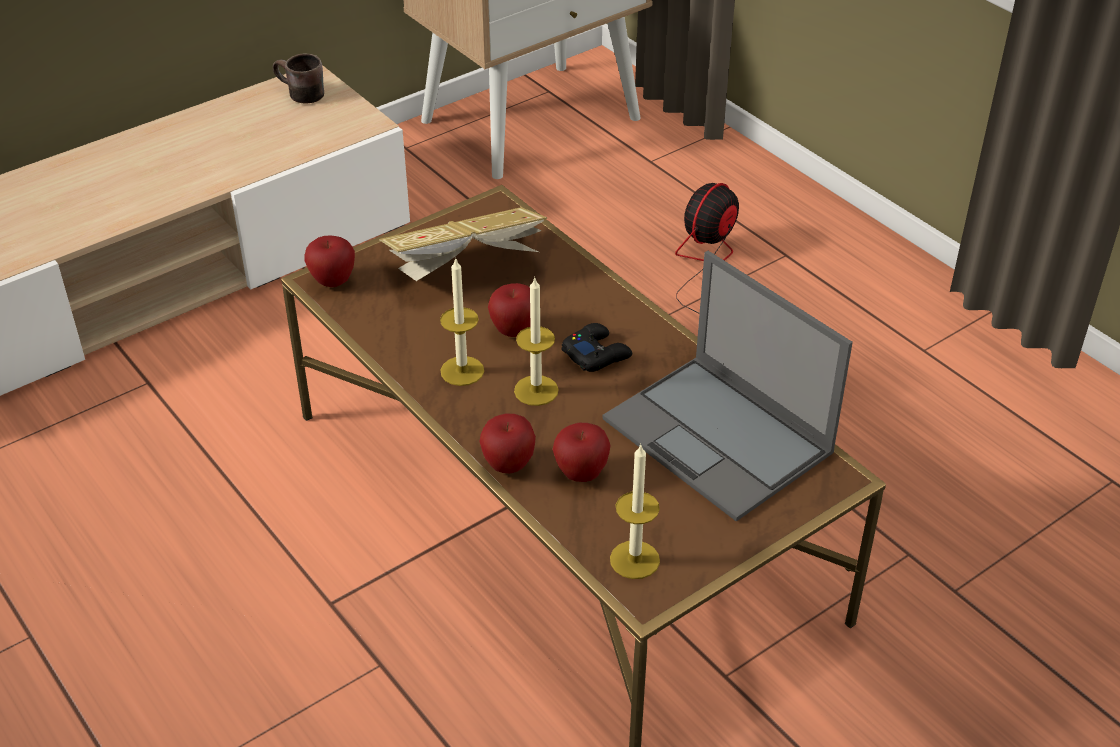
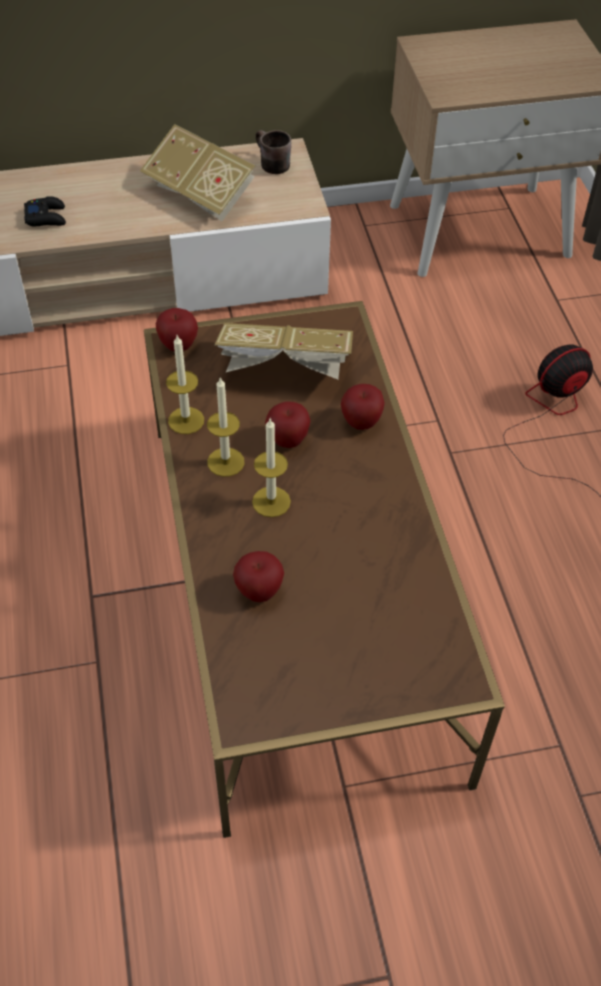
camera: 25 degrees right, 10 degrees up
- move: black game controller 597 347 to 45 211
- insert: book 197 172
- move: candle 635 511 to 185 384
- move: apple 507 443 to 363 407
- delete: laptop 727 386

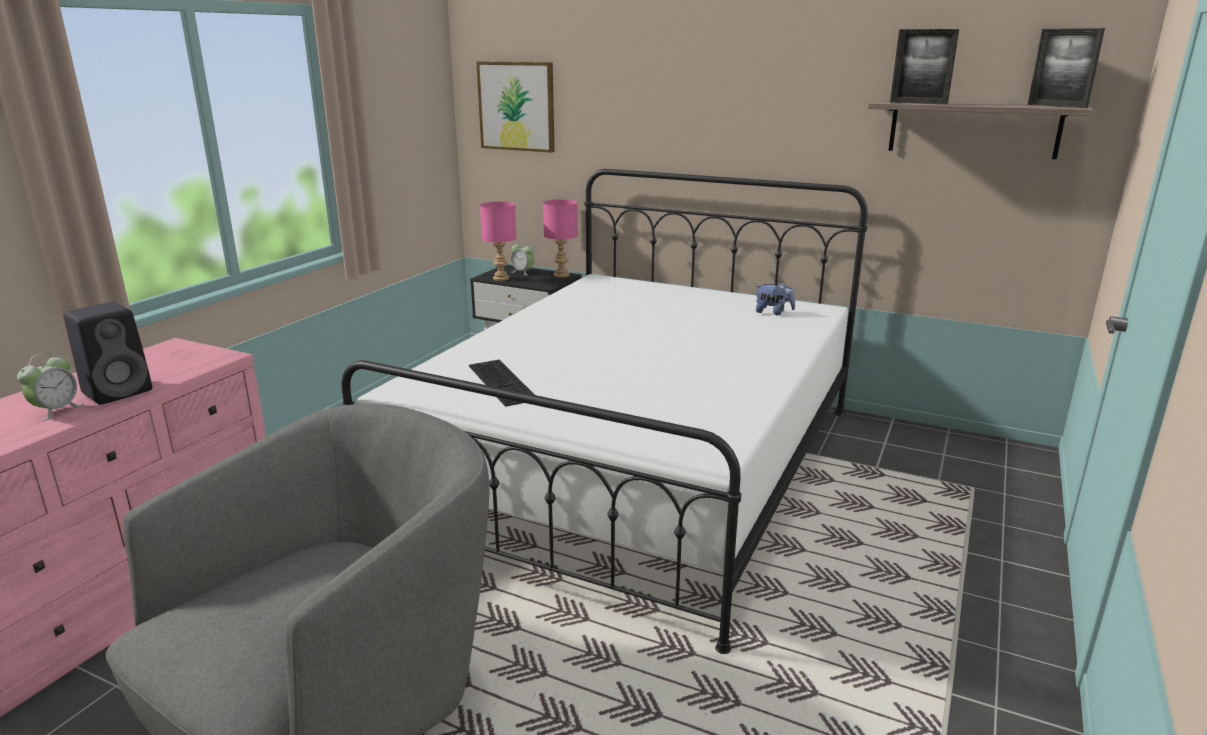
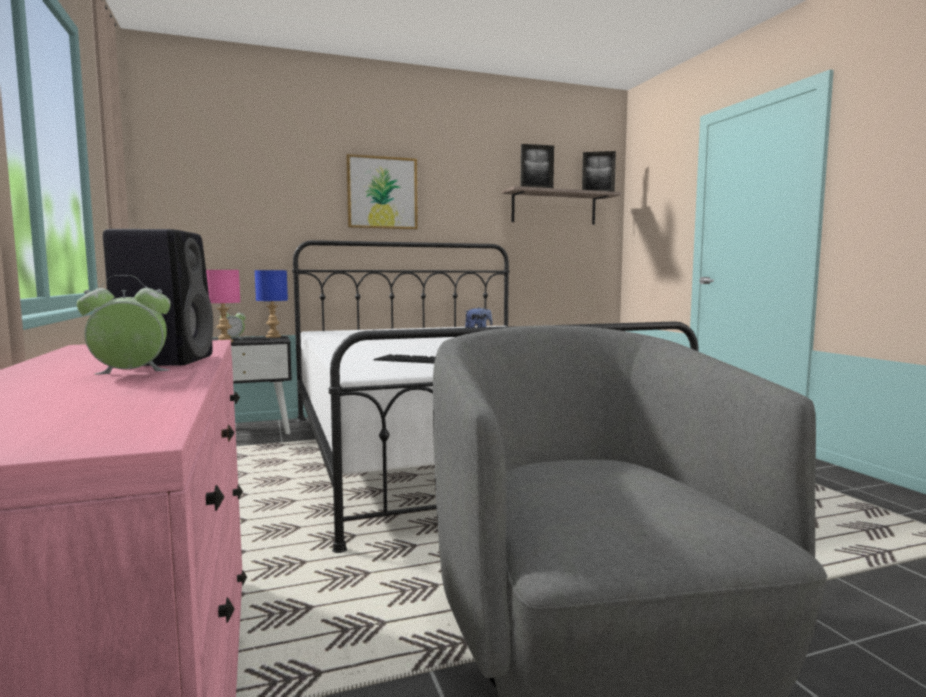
camera: 45 degrees left, 15 degrees down
- rotate: alarm clock 50 387 = 124 325 90 degrees counterclockwise
- recolor: pink table lamp 560 238 to blue table lamp 271 304
- move: picture 515 107 to 382 191

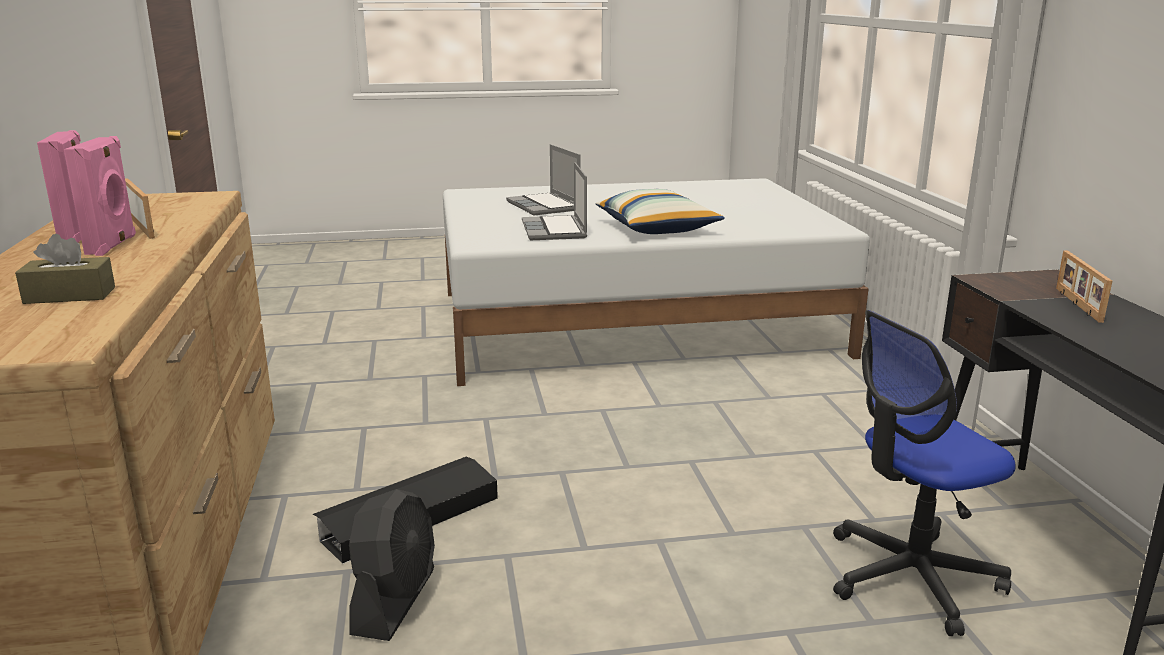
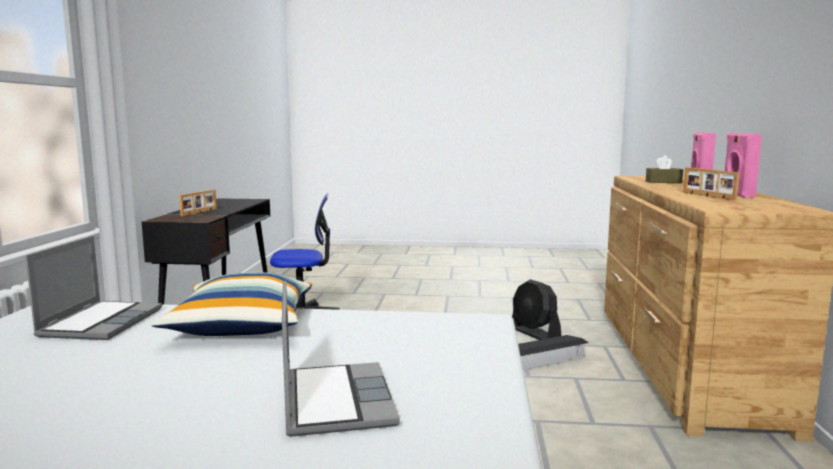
camera: 165 degrees left, 10 degrees down
- move: laptop 554 201 to 93 288
- rotate: black fan 392 565 = 536 309 60 degrees counterclockwise

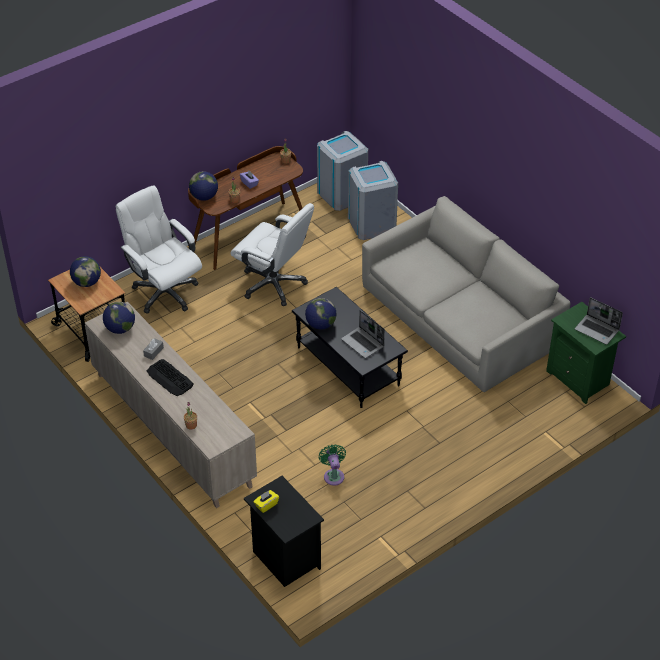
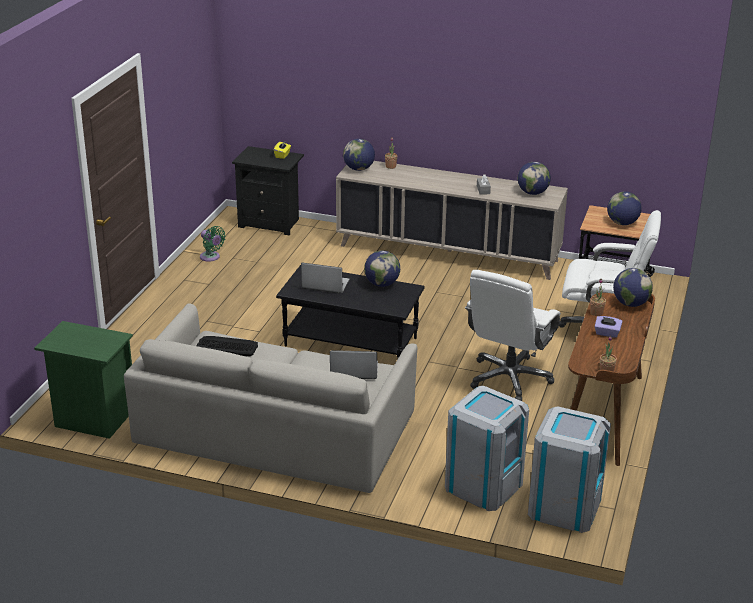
camera: 145 degrees right, 15 degrees down
- move: keyboard 170 377 to 227 346
- move: green fan 332 465 to 213 244
- move: laptop 599 321 to 354 364
- insert: globe 359 155
- rotate: white office chair 272 254 = 513 335 60 degrees counterclockwise

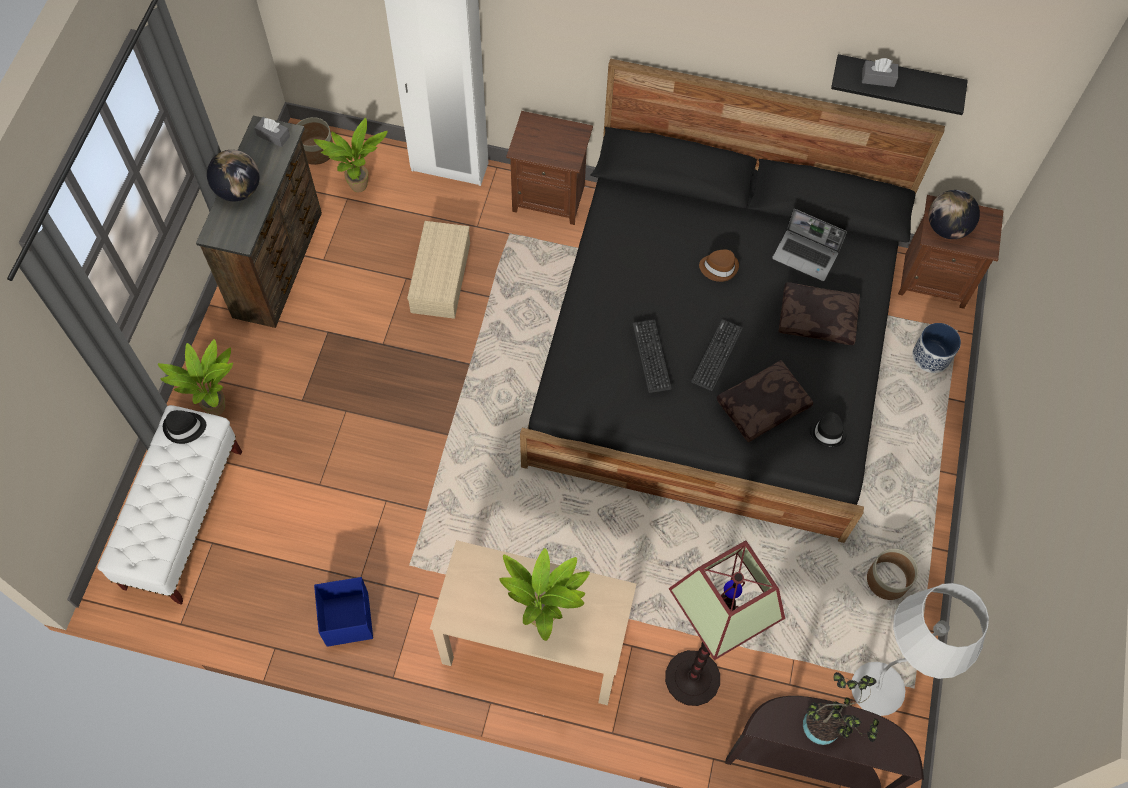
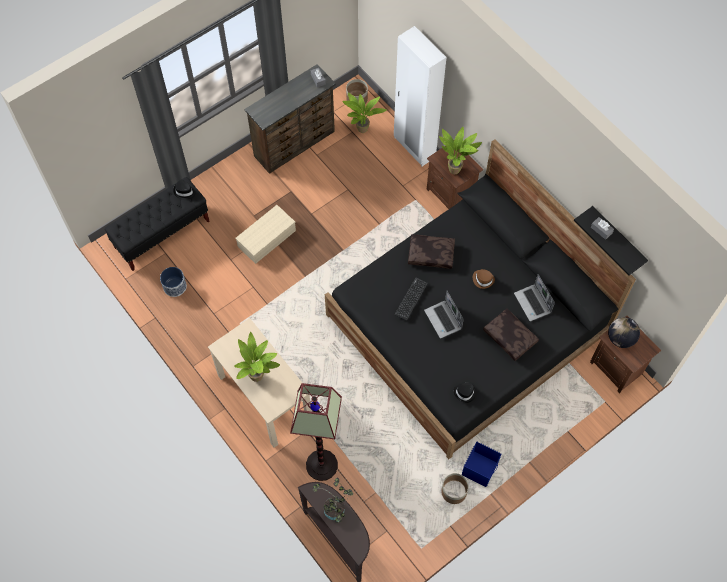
camera: 40 degrees right, 0 degrees up
- recolor: white bench 169 505 to black bench 157 224
- move: planter 936 348 to 173 282
- move: beige storage box 438 270 to 265 234
- move: brown pillow 765 401 to 431 251
- replace: keyboard 717 355 to laptop 444 314
- move: potted plant 195 377 to 460 150
- move: blue storage box 343 612 to 481 464
- delete: globe 233 175
- delete: white floor lamp 920 649

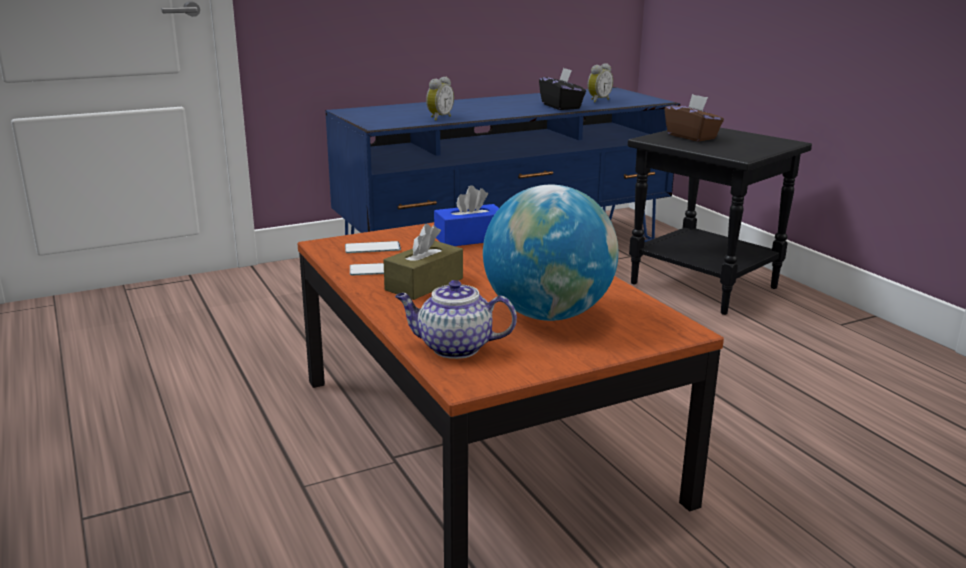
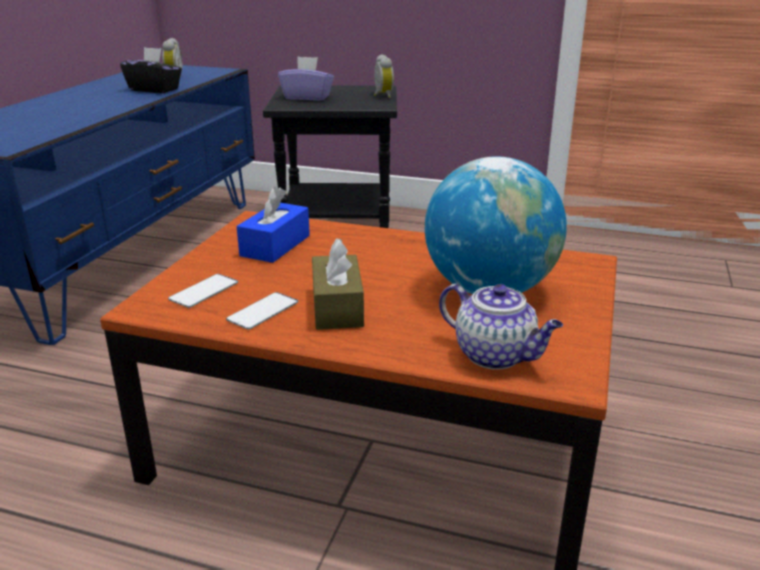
camera: 45 degrees left, 5 degrees up
- recolor: brown tissue box 694 117 to purple tissue box 306 78
- move: alarm clock 440 99 to 384 76
- rotate: teapot 456 319 = 501 327 105 degrees counterclockwise

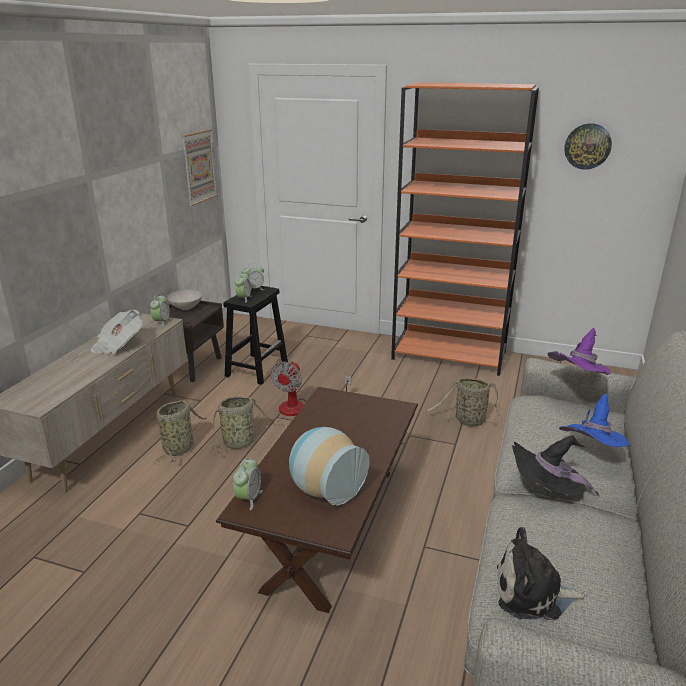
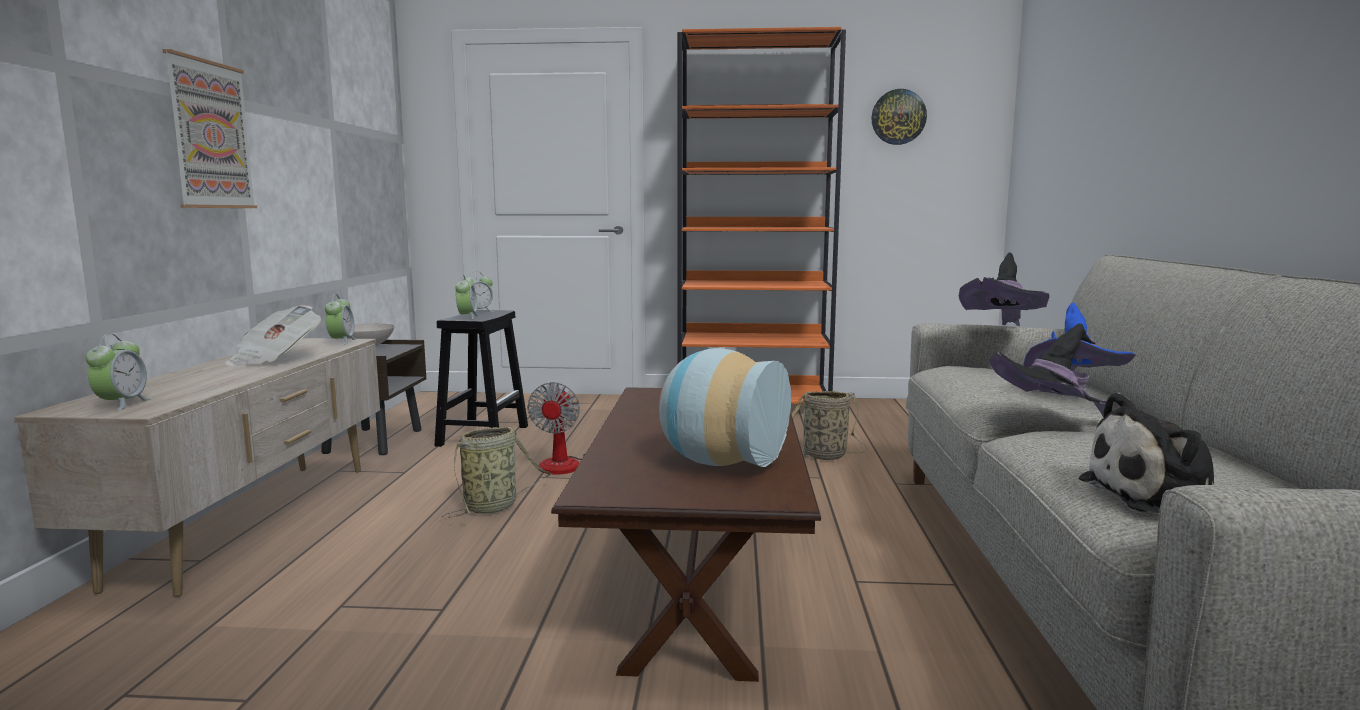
camera: 15 degrees left, 15 degrees down
- move: alarm clock 248 484 to 118 372
- move: picture 199 167 to 209 128
- recolor: purple hat 579 351 to black hat 1004 289
- delete: basket 181 432

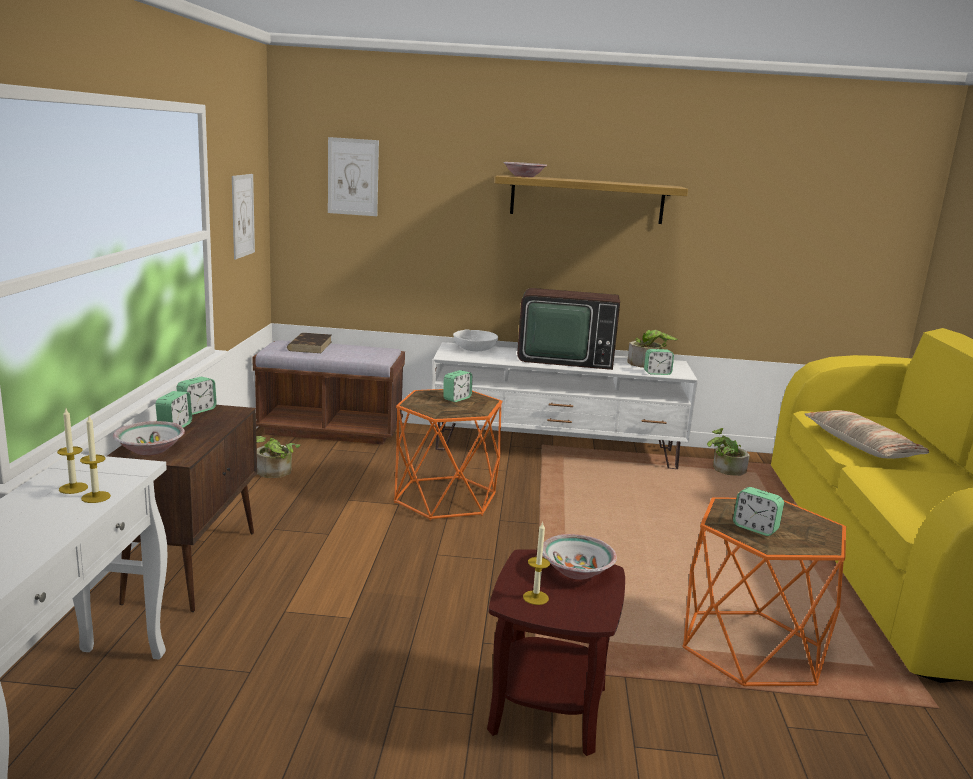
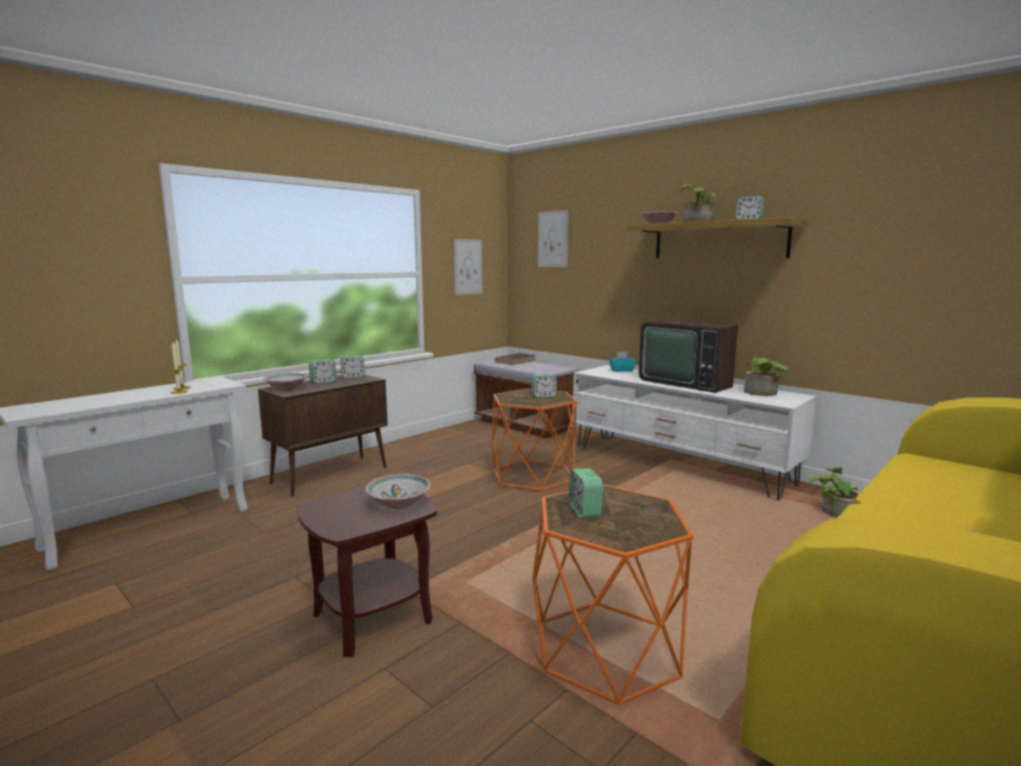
camera: 40 degrees right, 5 degrees down
- replace: white bowl 475 340 to turquoise tissue box 622 362
- move: potted plant 278 457 to 701 203
- move: alarm clock 659 362 to 750 207
- delete: candle 536 563
- delete: pillow 867 434

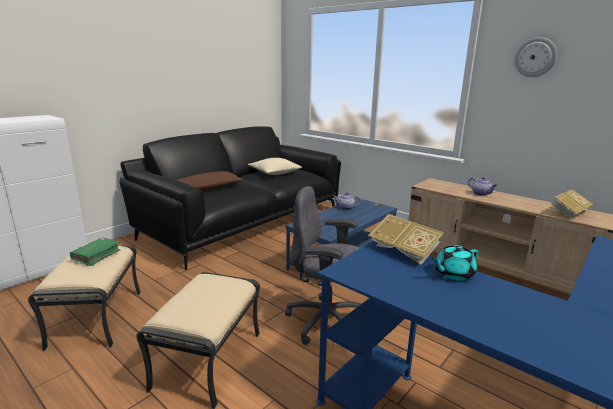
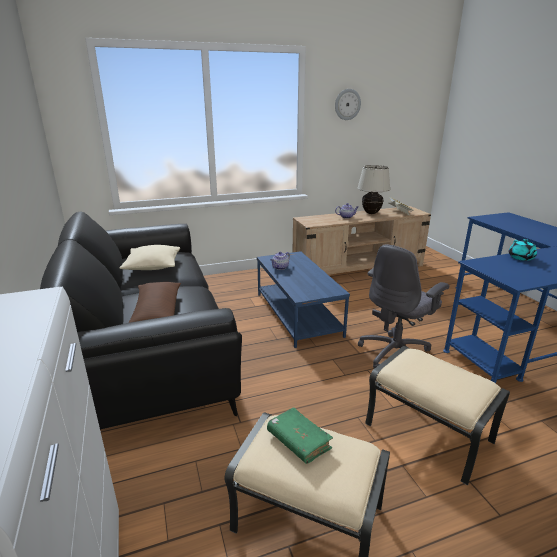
camera: 60 degrees left, 5 degrees up
- insert: beige table lamp 374 189
- delete: book 406 239

